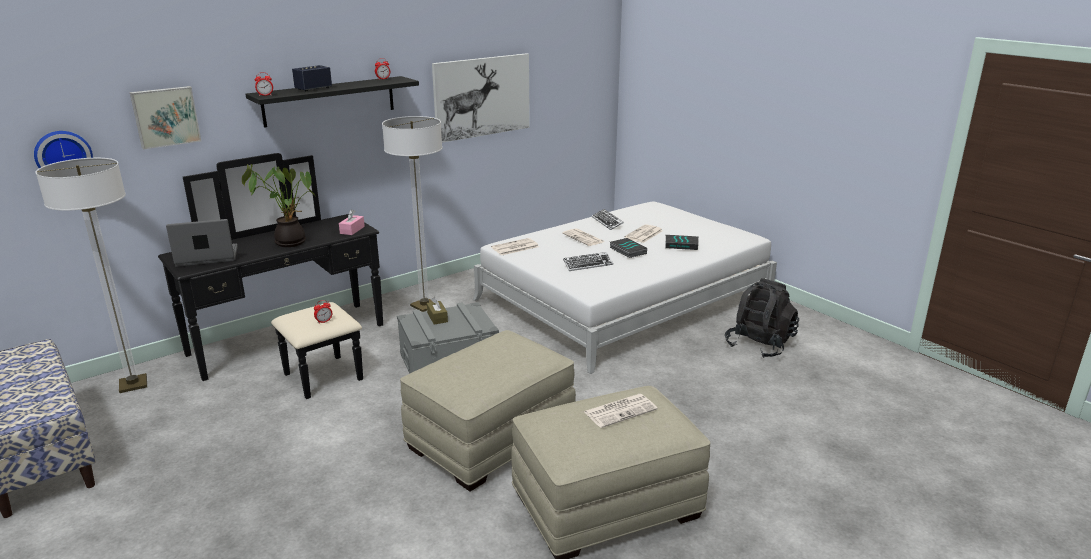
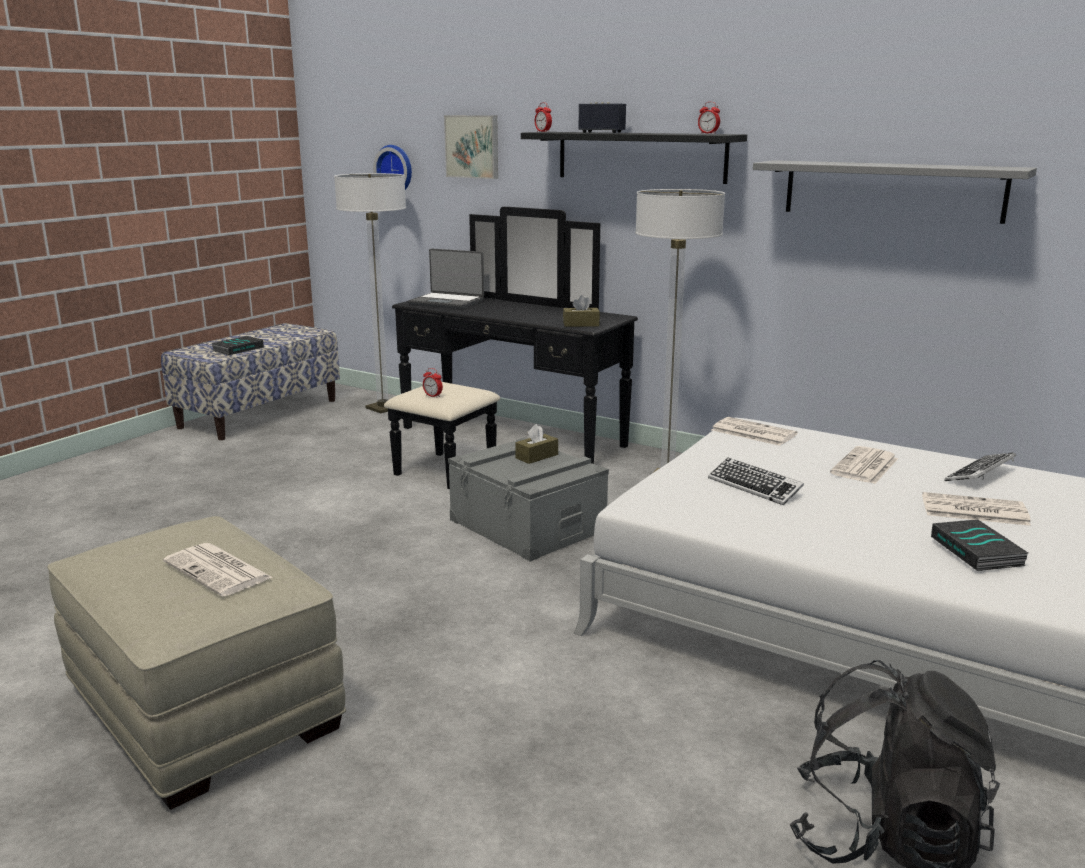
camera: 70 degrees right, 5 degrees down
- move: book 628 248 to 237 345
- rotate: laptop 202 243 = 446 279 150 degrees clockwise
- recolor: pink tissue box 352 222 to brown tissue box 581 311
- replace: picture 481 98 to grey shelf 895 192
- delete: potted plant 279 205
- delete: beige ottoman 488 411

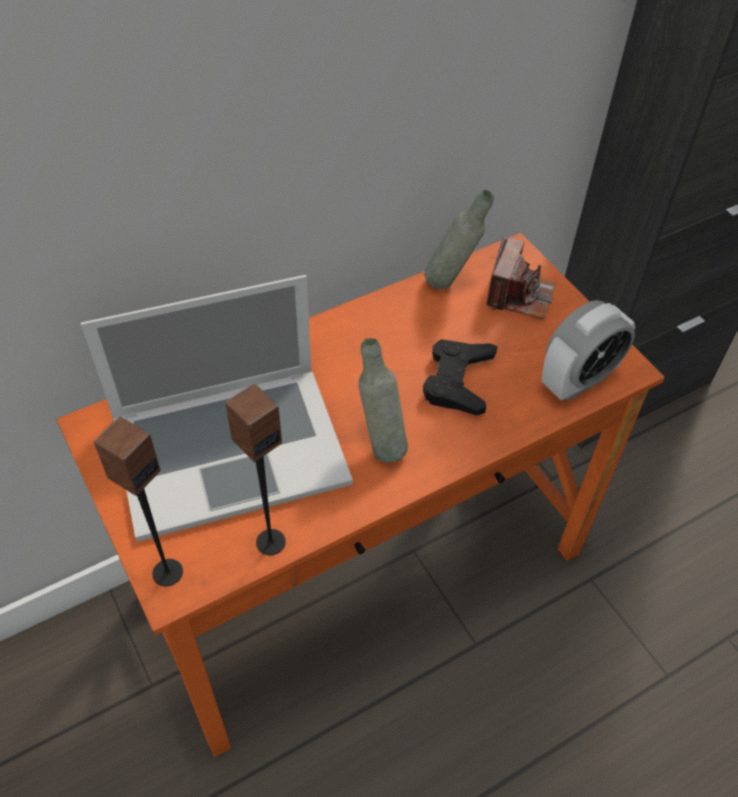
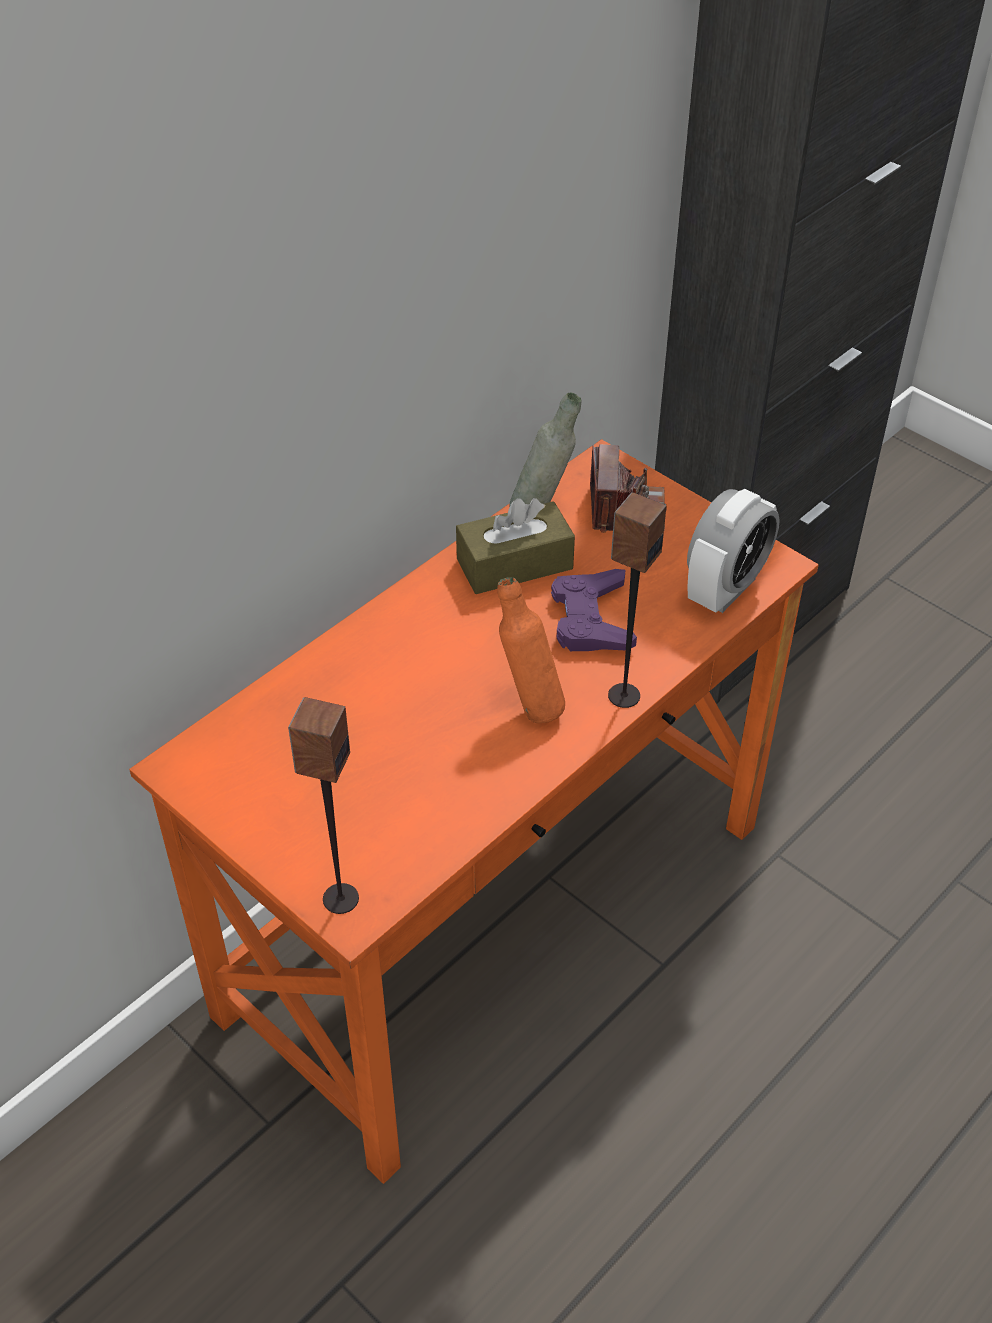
camera: 15 degrees left, 5 degrees down
- insert: brown tissue box 515 546
- recolor: grey bottle 383 400 to orange bottle 531 650
- recolor: black game controller 460 377 to purple game controller 594 610
- move: speaker 255 469 to 637 600
- delete: laptop 217 408

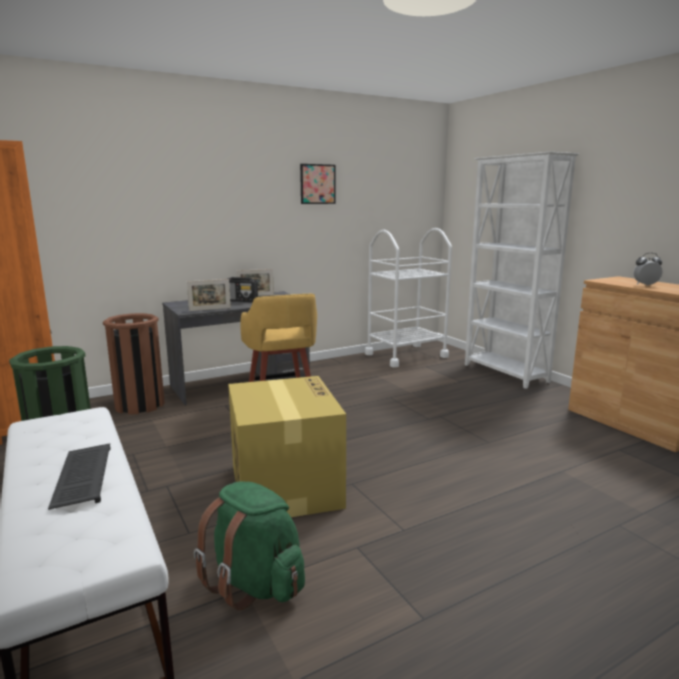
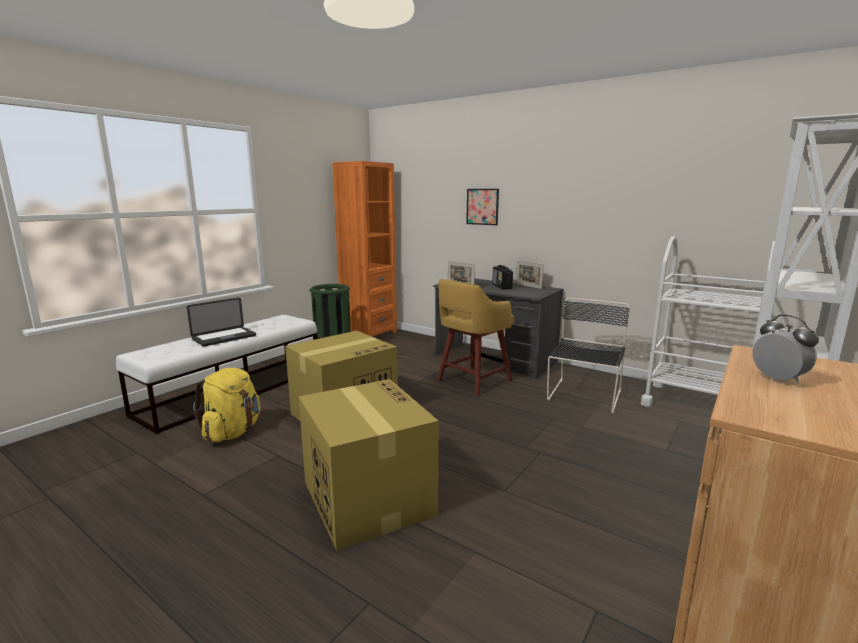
camera: 65 degrees right, 0 degrees up
- replace: keyboard 79 476 to laptop 221 322
- recolor: green backpack 249 546 to yellow backpack 226 405
- insert: cardboard box 369 465
- move: picture 318 184 to 482 207
- insert: black chair 588 355
- delete: brown trash can 134 364

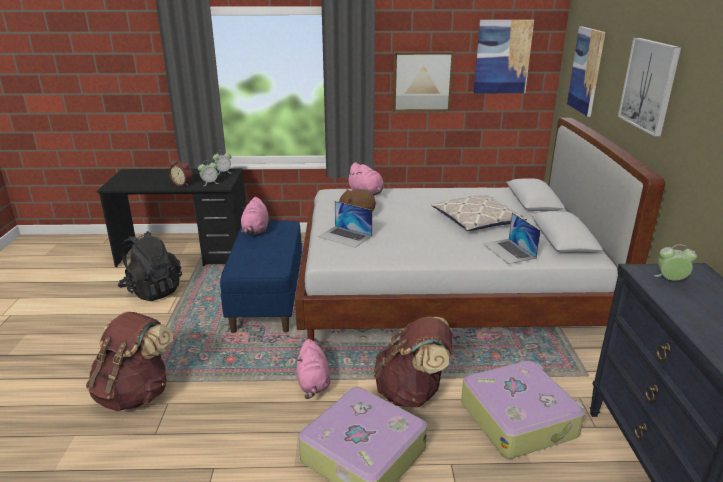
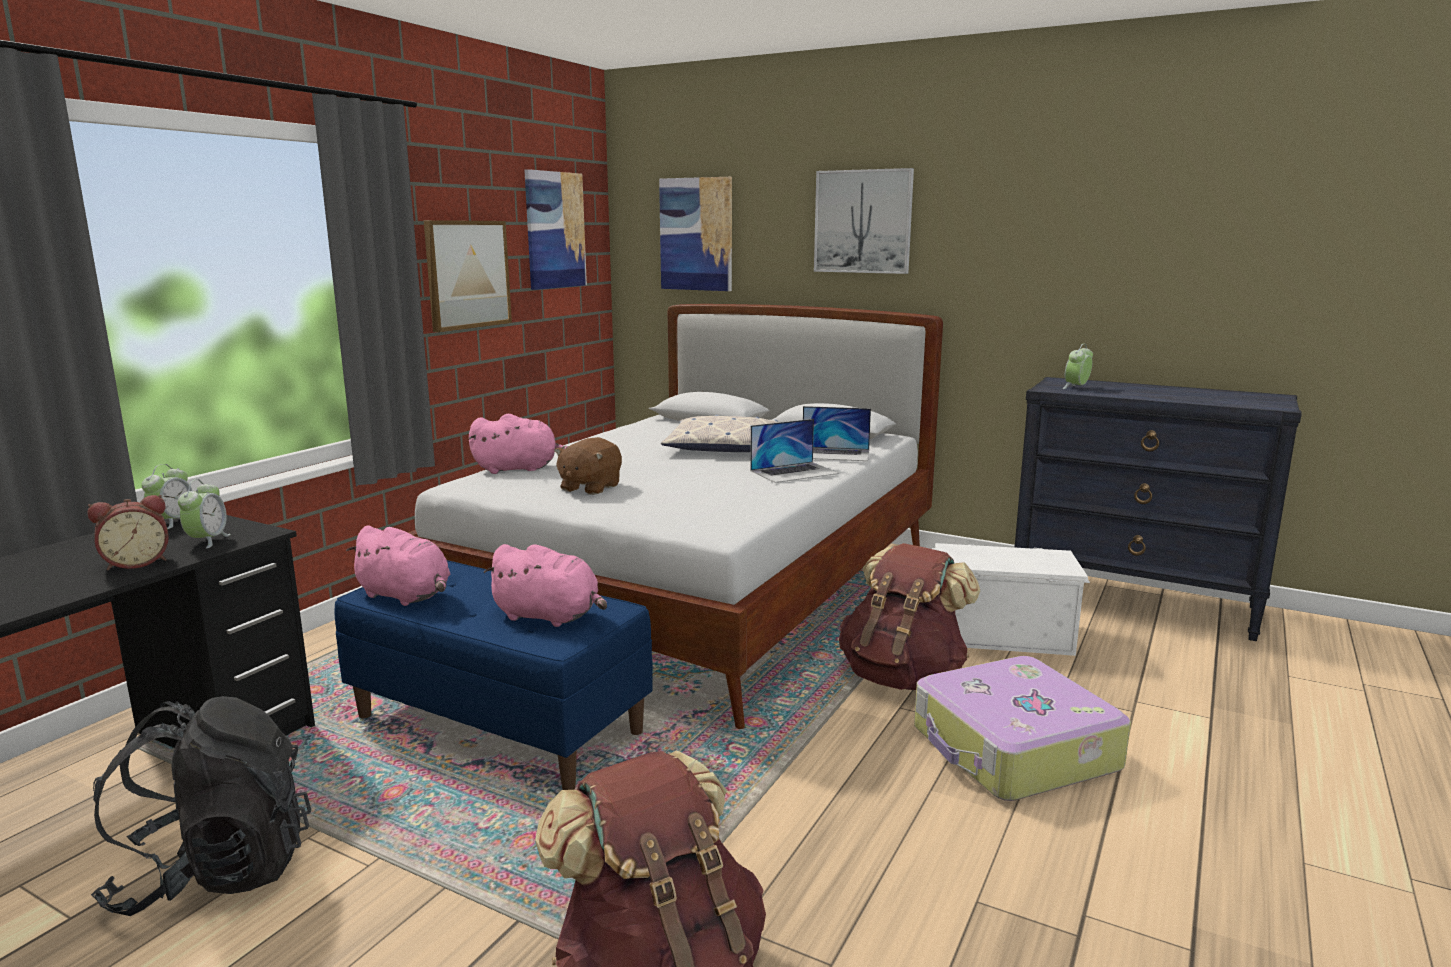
camera: 60 degrees left, 10 degrees down
- move: pink plush toy 314 369 to 545 585
- move: laptop 345 224 to 794 451
- replace: suitcase 523 410 to white storage box 1011 599

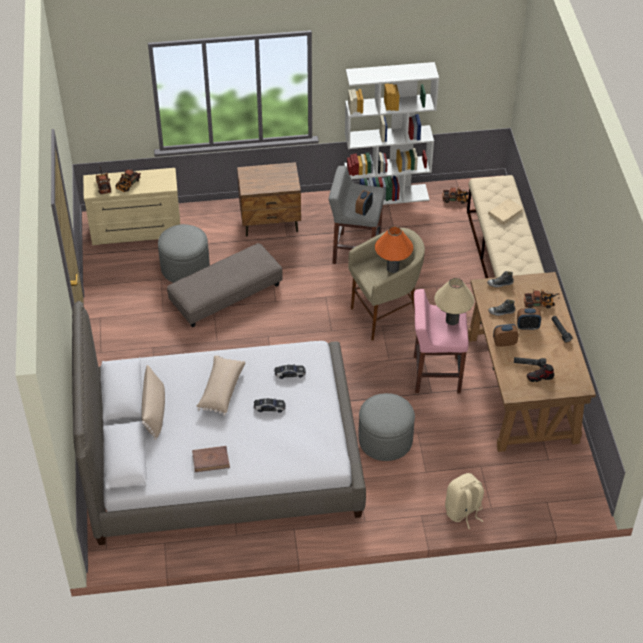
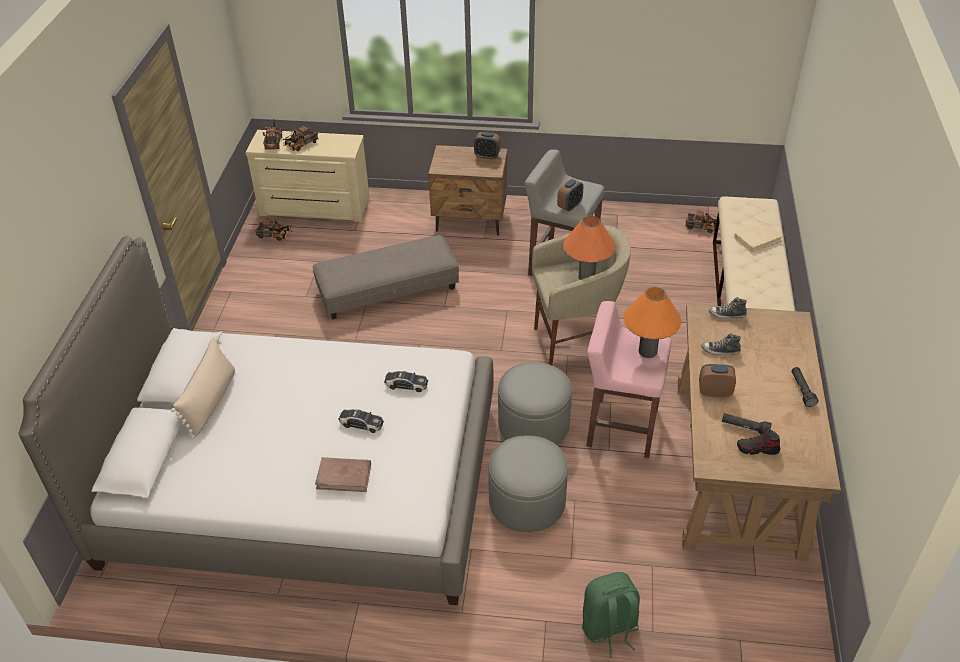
camera: 15 degrees right, 5 degrees down
- move: toy truck 541 299 to 273 229
- move: brown book 211 459 to 343 474
- move: alarm clock 529 319 to 487 146
- move: grey ottoman 184 253 to 535 403
- recolor: beige backpack 464 501 to green backpack 611 615
- recolor: beige table lamp 454 301 to orange table lamp 652 322
- delete: beige pillow 221 385
- delete: white bookcase 391 133

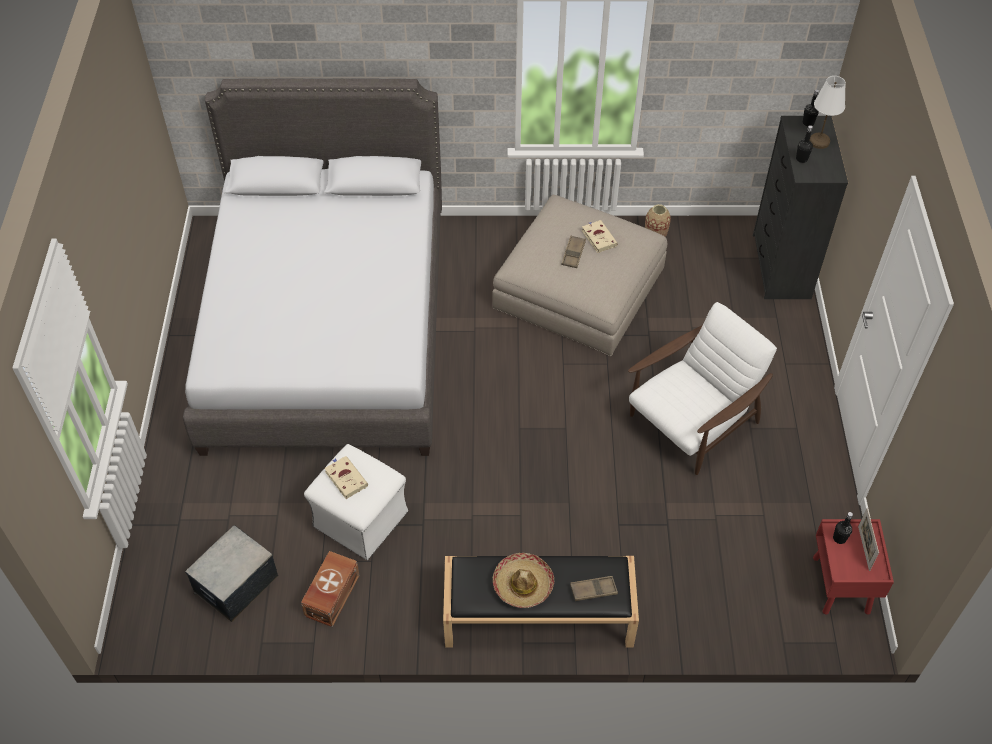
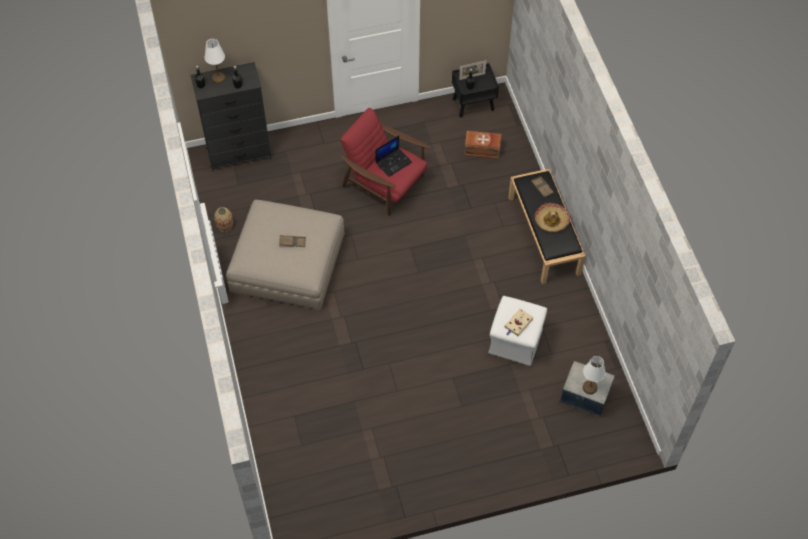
camera: 105 degrees left, 5 degrees up
- recolor: white armchair 702 388 to red armchair 385 162
- insert: laptop 393 156
- recolor: red nightstand 853 567 to black nightstand 475 90
- move: brown storage box 330 589 to 482 144
- insert: white table lamp 594 375
- delete: grey bed 312 267
- delete: beige book 600 236

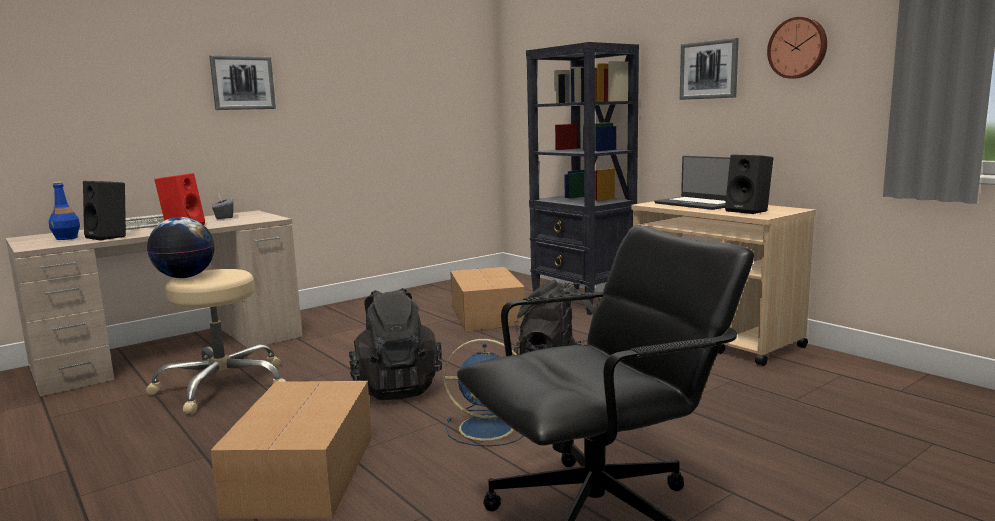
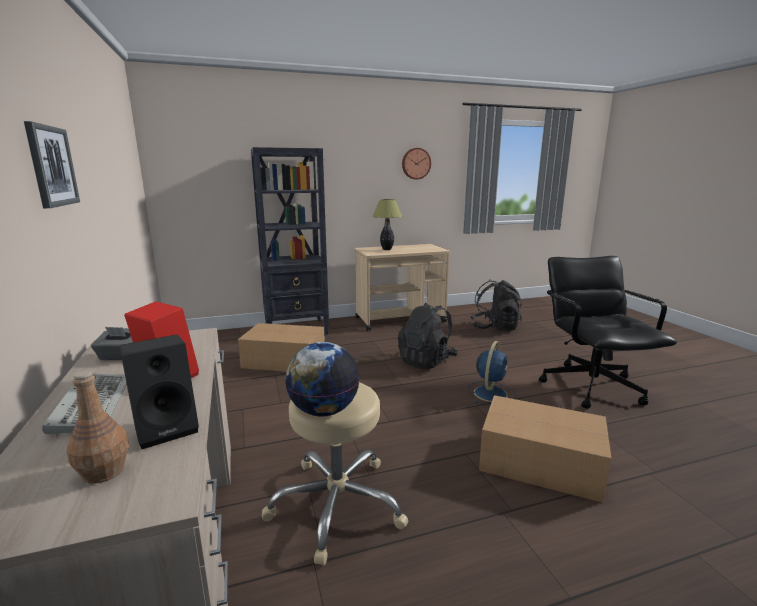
camera: 70 degrees left, 5 degrees up
- recolor: blue bottle 64 211 to brown bottle 98 427
- replace: laptop 692 183 to table lamp 387 224
- move: black backpack 395 344 to 496 305
- delete: picture 709 69
- delete: black speaker 749 184

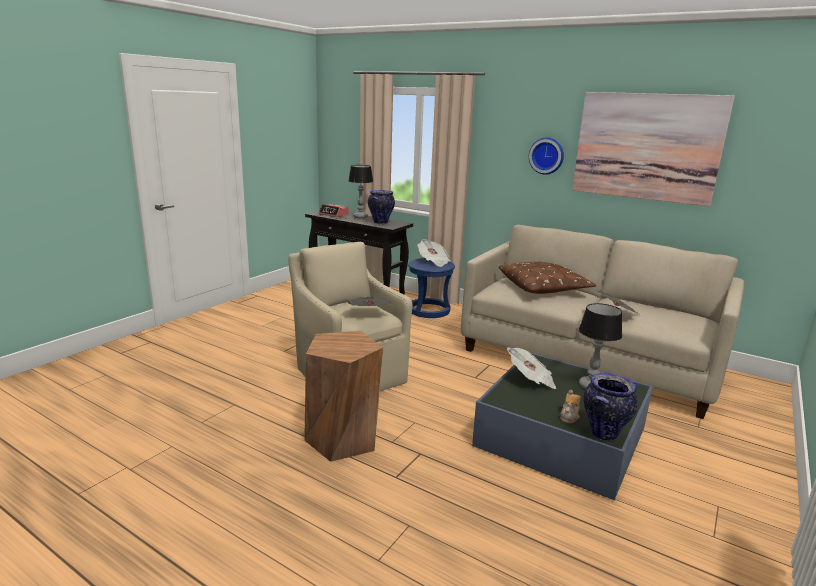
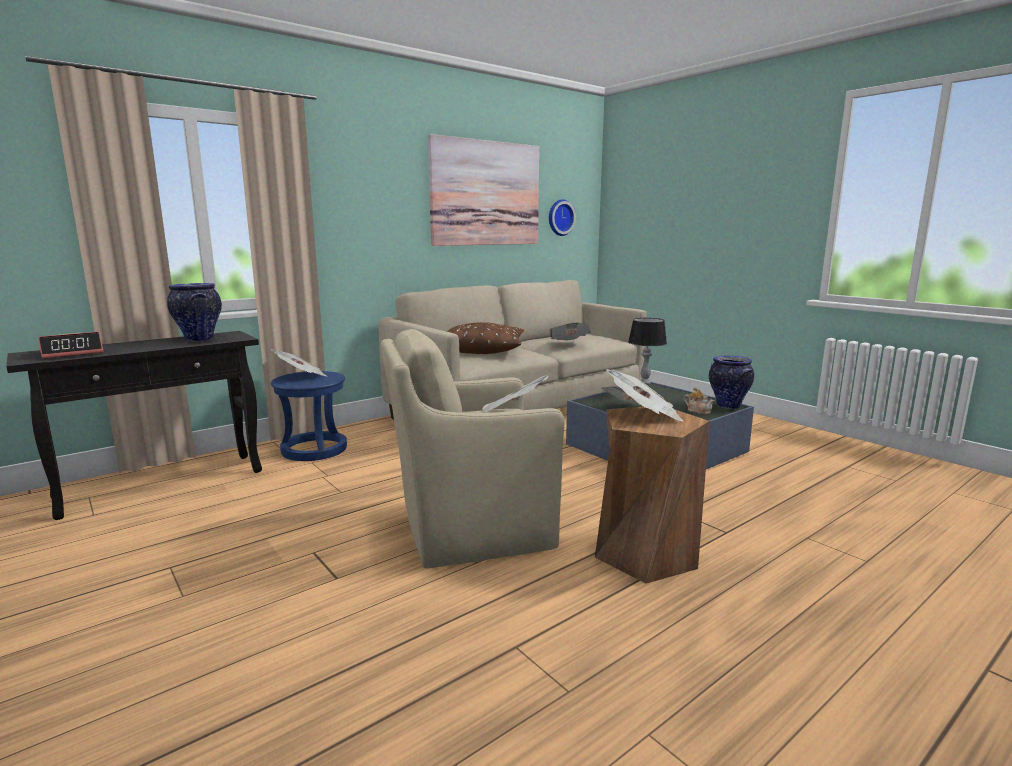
camera: 70 degrees left, 5 degrees down
- move: wall clock 546 156 to 562 217
- insert: newspaper 645 395
- delete: table lamp 361 191

